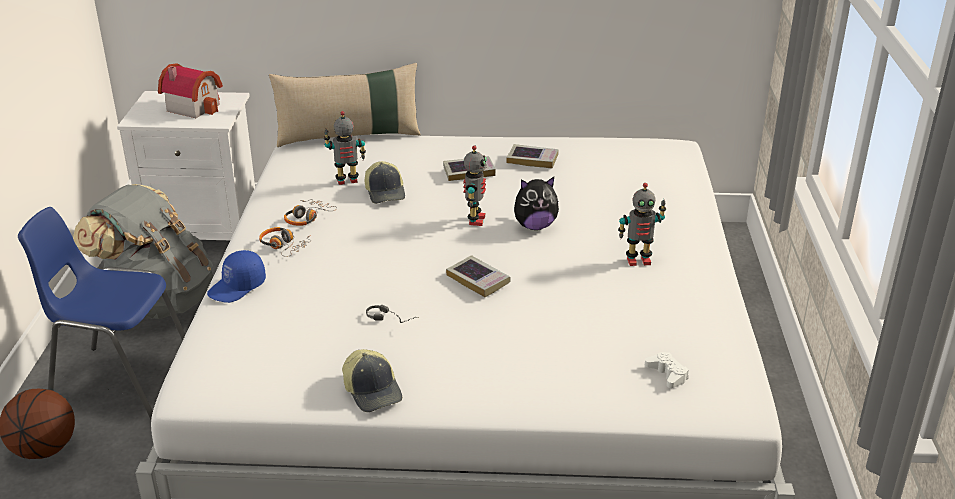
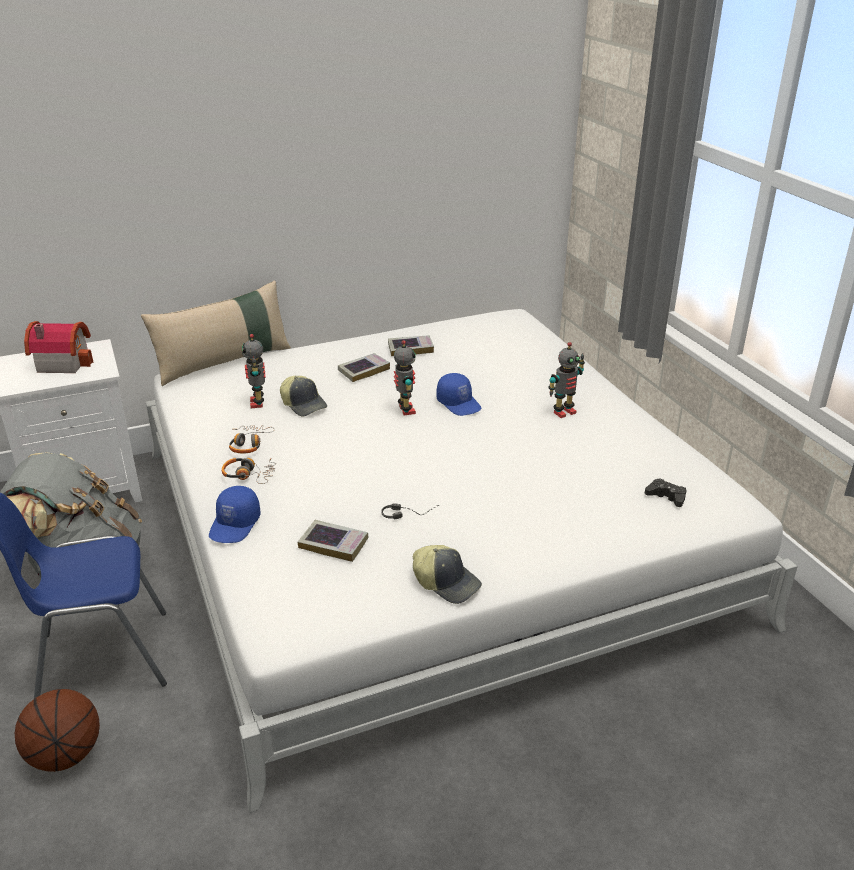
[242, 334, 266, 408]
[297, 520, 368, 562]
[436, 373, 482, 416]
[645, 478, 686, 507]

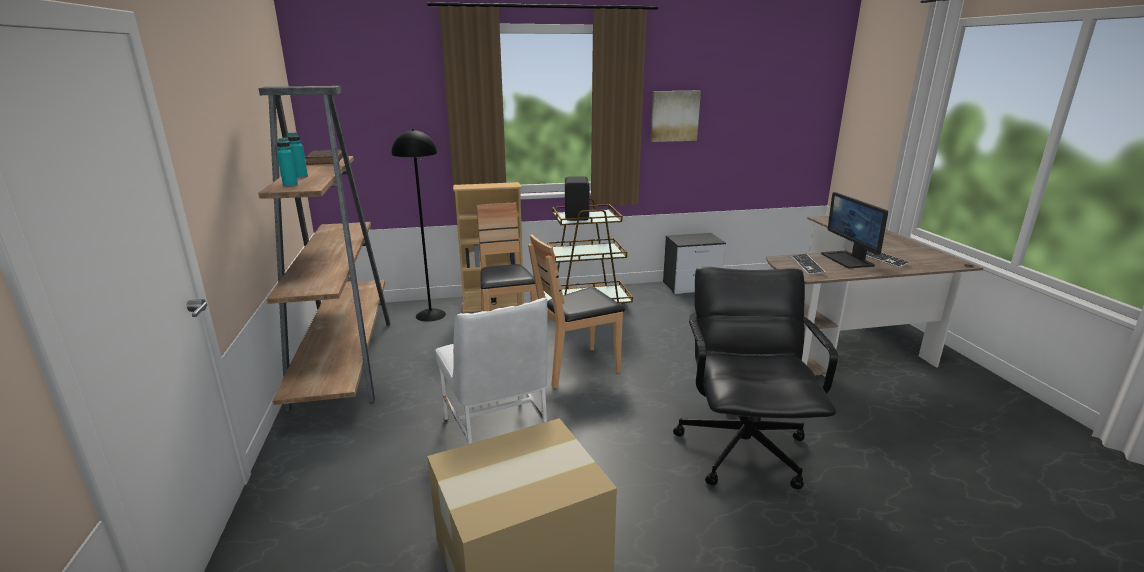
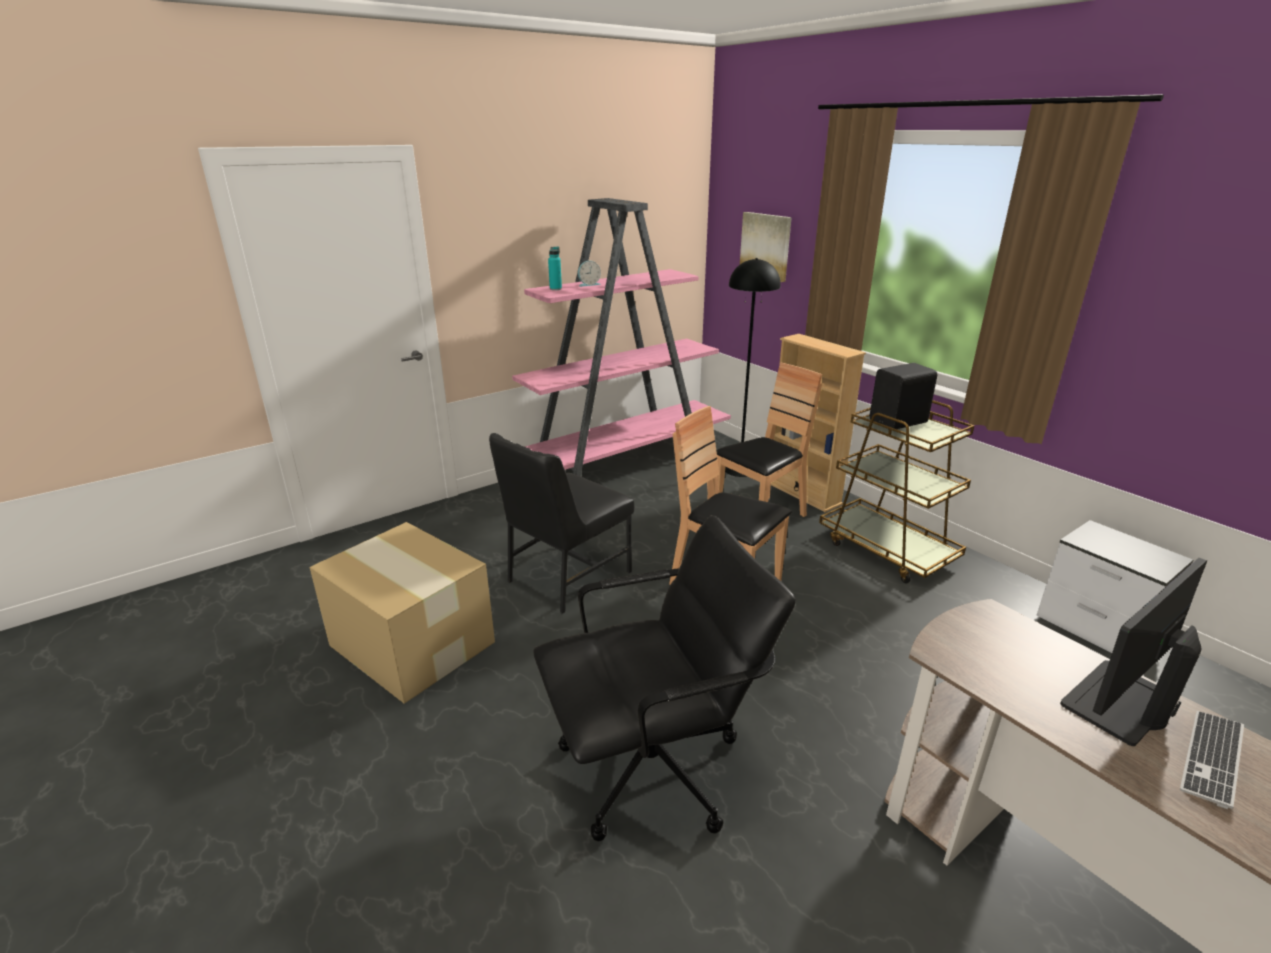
[512, 198, 731, 476]
[578, 261, 601, 287]
[305, 150, 343, 165] (first image)
[489, 433, 634, 614]
[740, 212, 792, 282]
[791, 254, 826, 275] (first image)

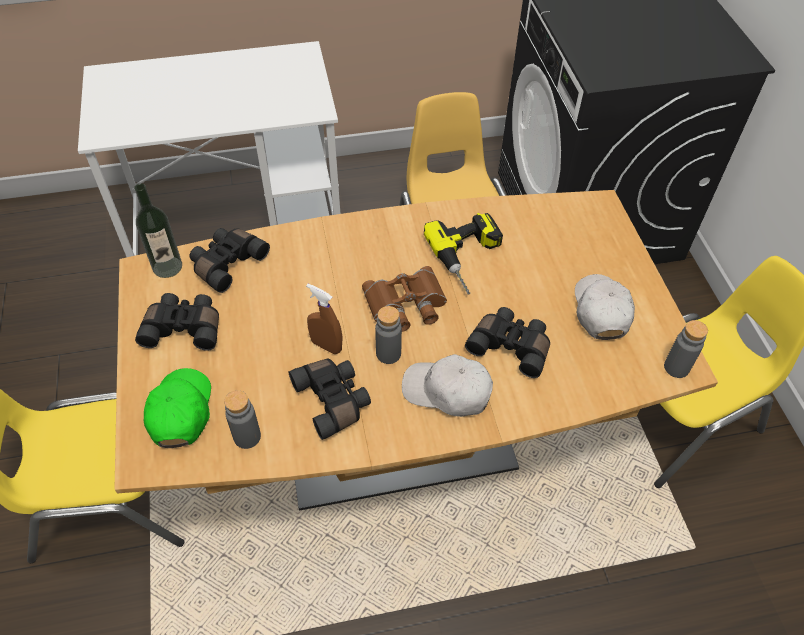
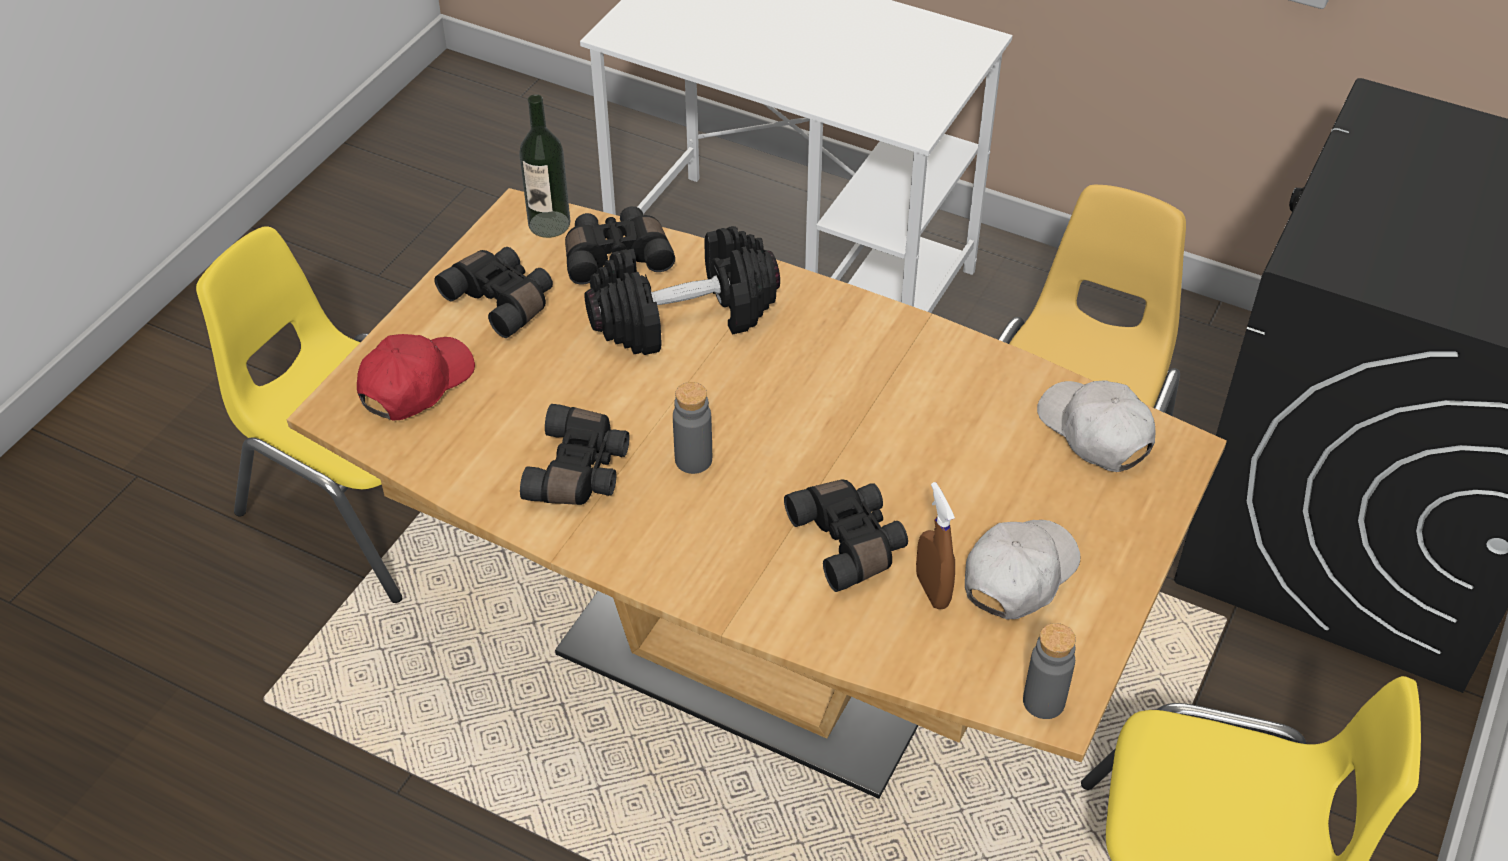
[357, 334, 475, 421]
[224, 390, 261, 449] (first image)
[916, 482, 955, 609]
[362, 266, 447, 332] (first image)
[1037, 380, 1156, 472]
[424, 213, 503, 294] (first image)
[584, 226, 780, 355]

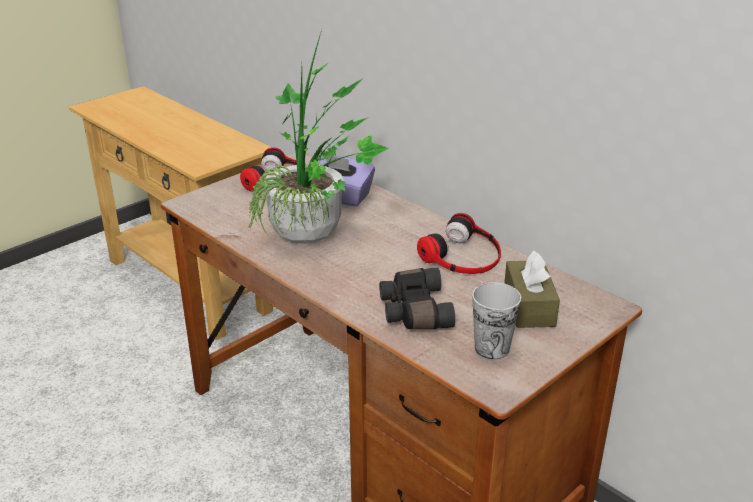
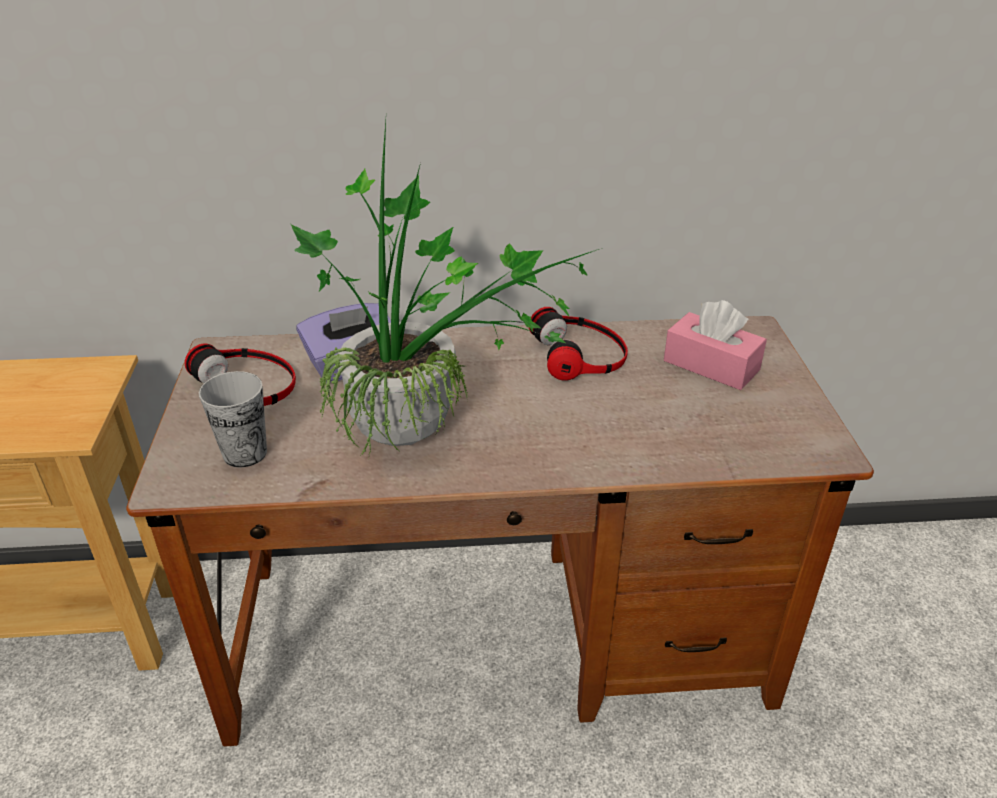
[379, 268, 455, 329] (first image)
[199, 371, 267, 468]
[664, 300, 767, 390]

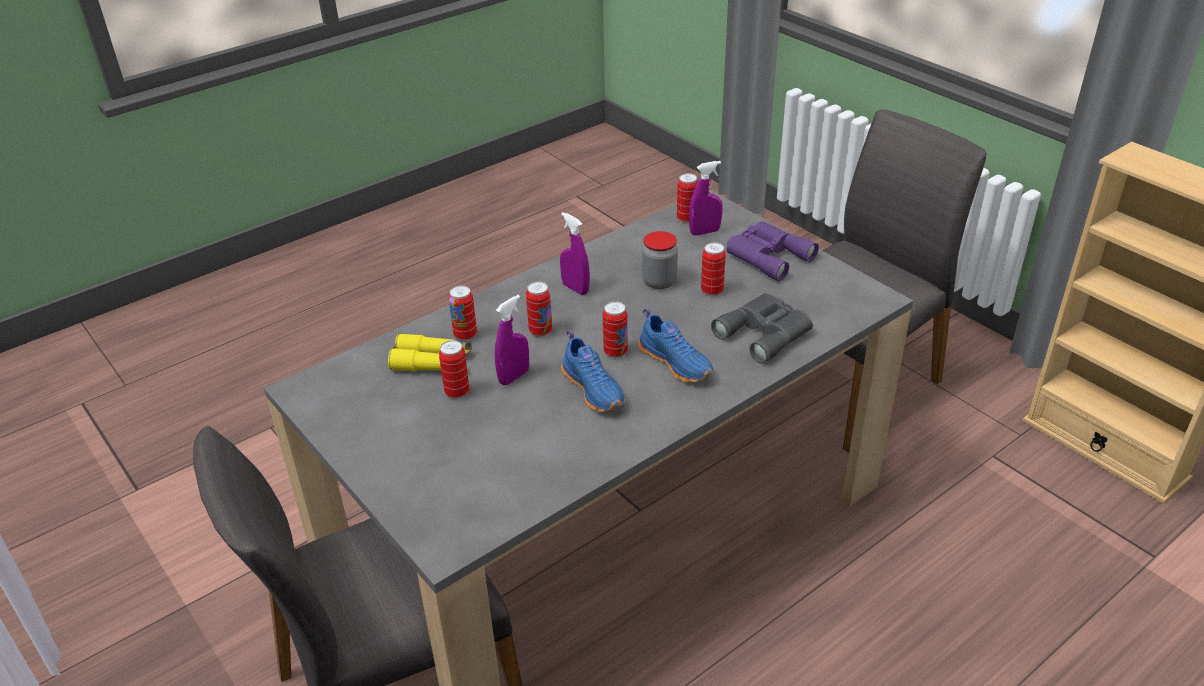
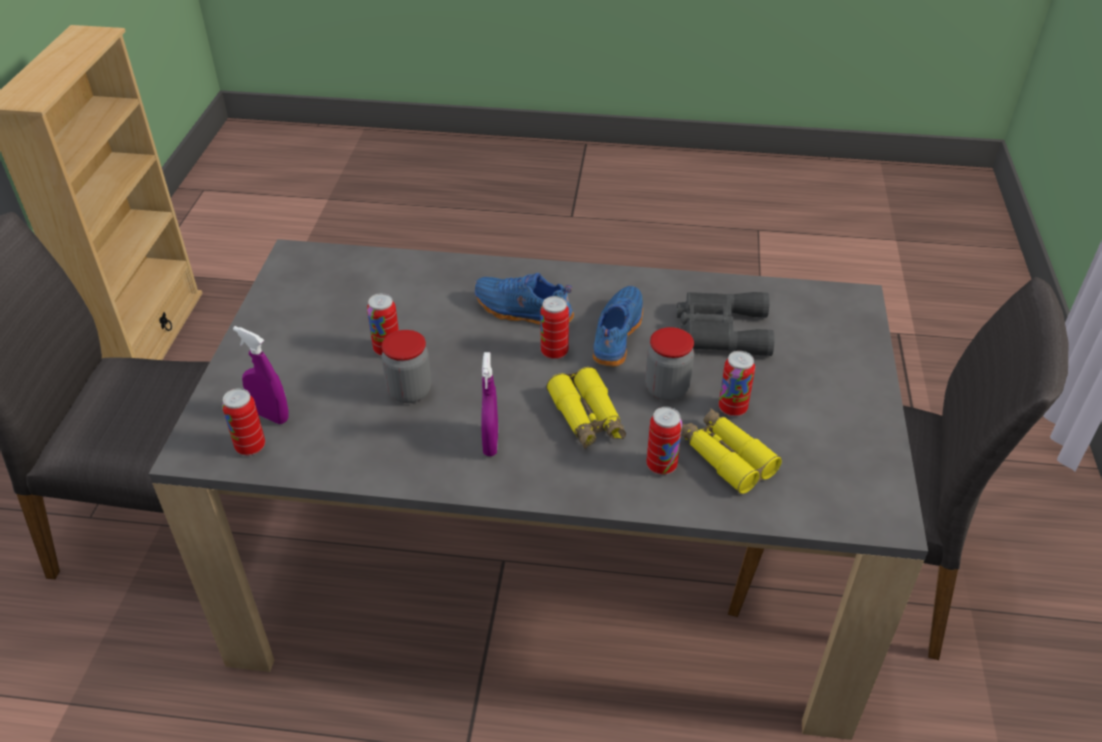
[645, 327, 694, 401]
[546, 367, 626, 449]
[474, 273, 574, 325]
[677, 292, 774, 356]
[726, 221, 819, 281] (first image)

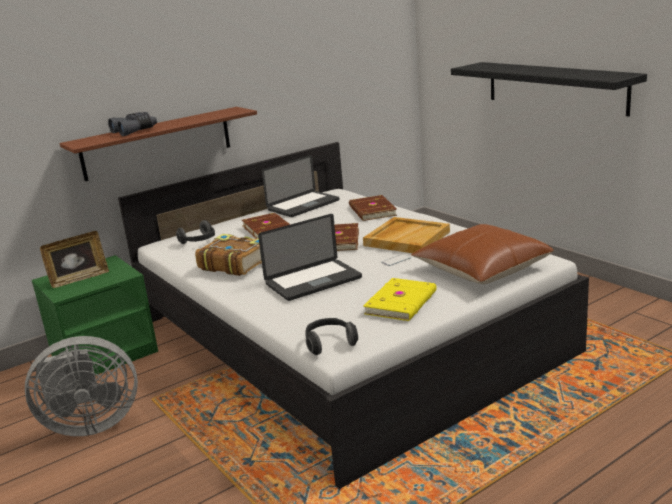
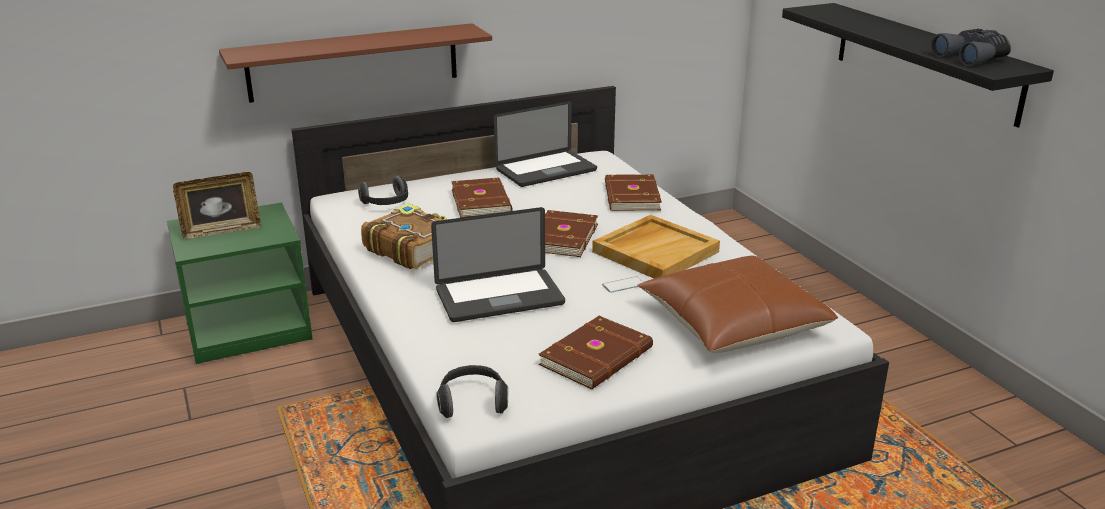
[25, 336, 138, 436] (first image)
[931, 29, 1011, 66]
[539, 316, 653, 389]

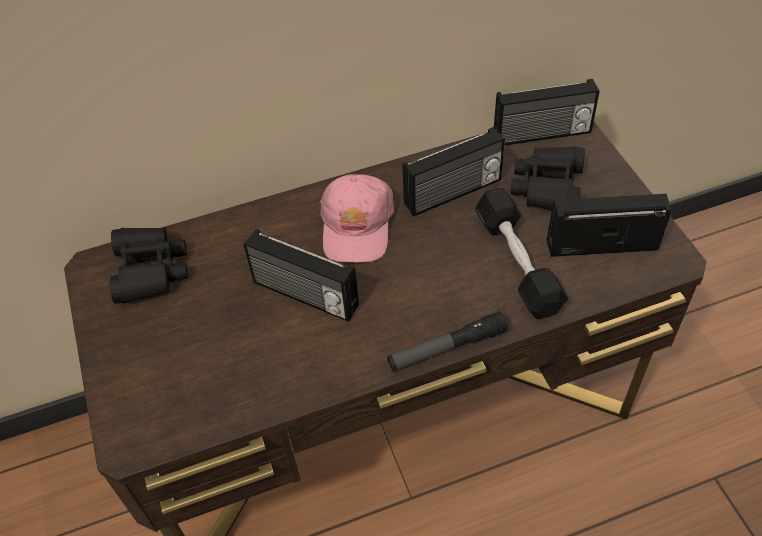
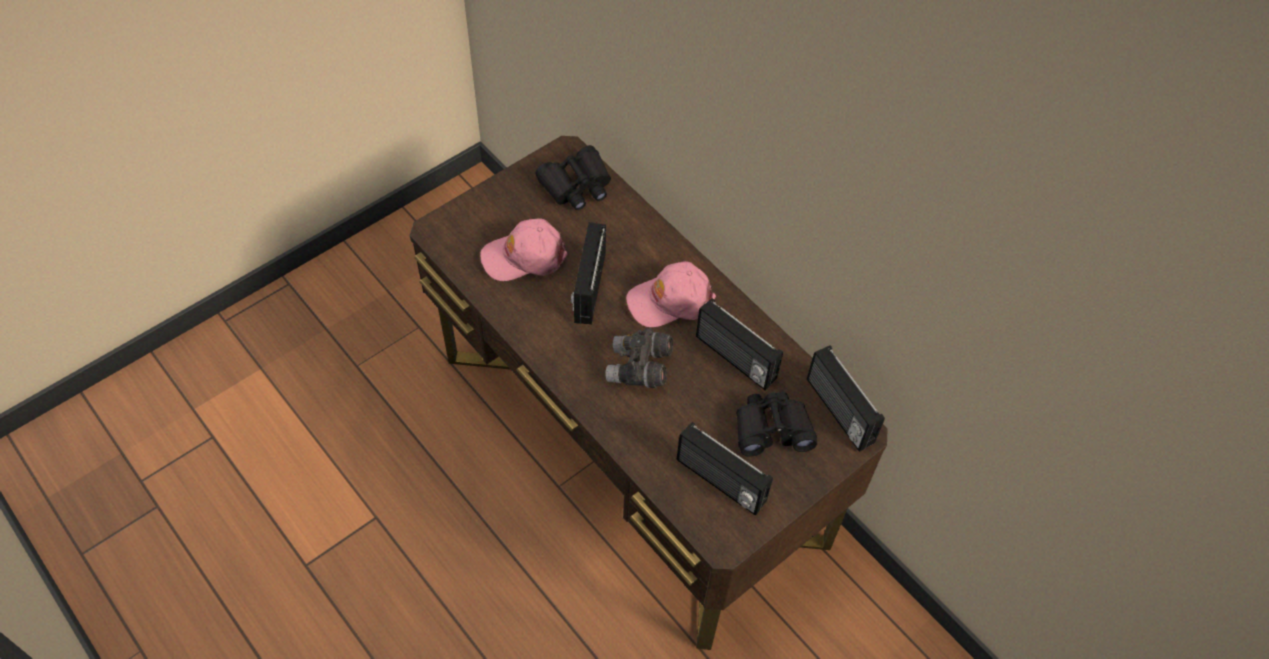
[387, 311, 508, 371] (first image)
[475, 188, 568, 319] (first image)
[677, 422, 773, 516]
[480, 218, 567, 281]
[605, 328, 673, 388]

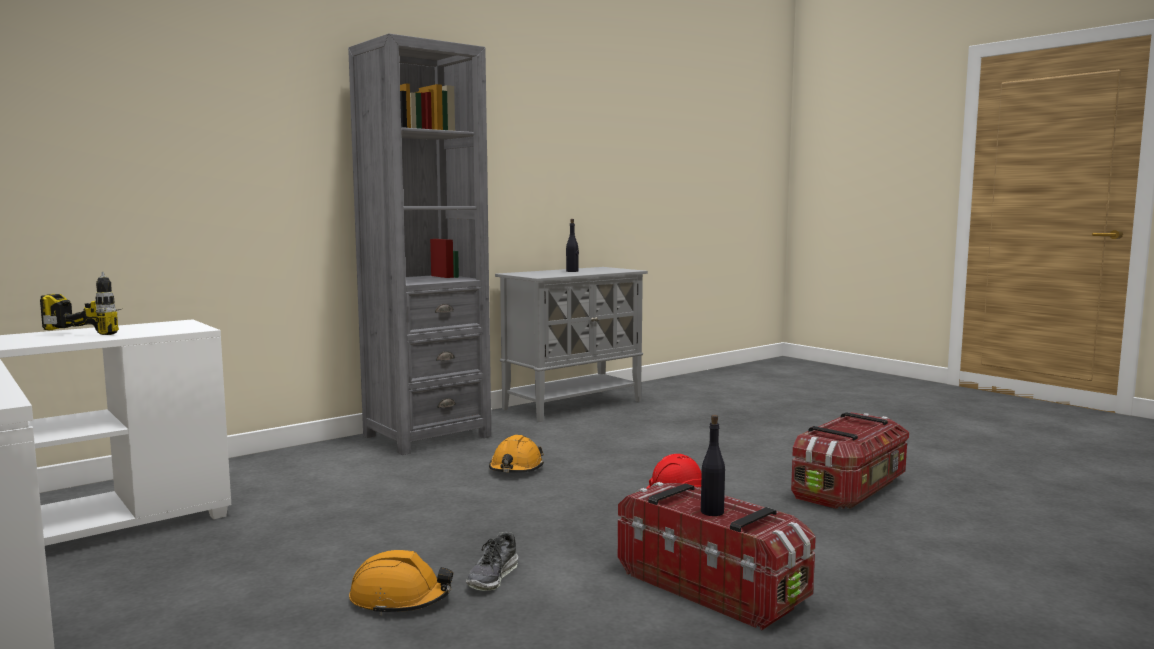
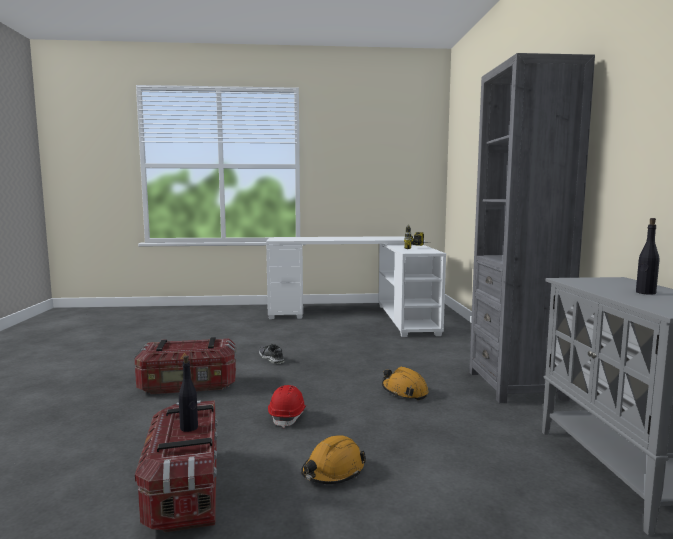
[301, 435, 366, 484]
[179, 355, 198, 432]

